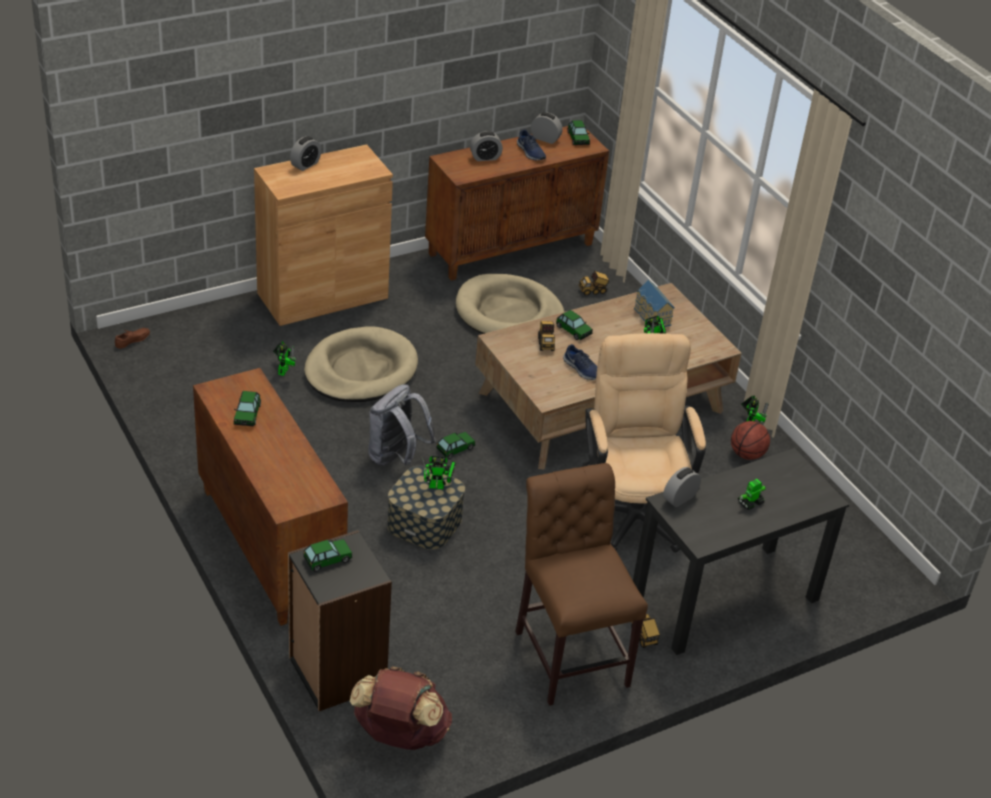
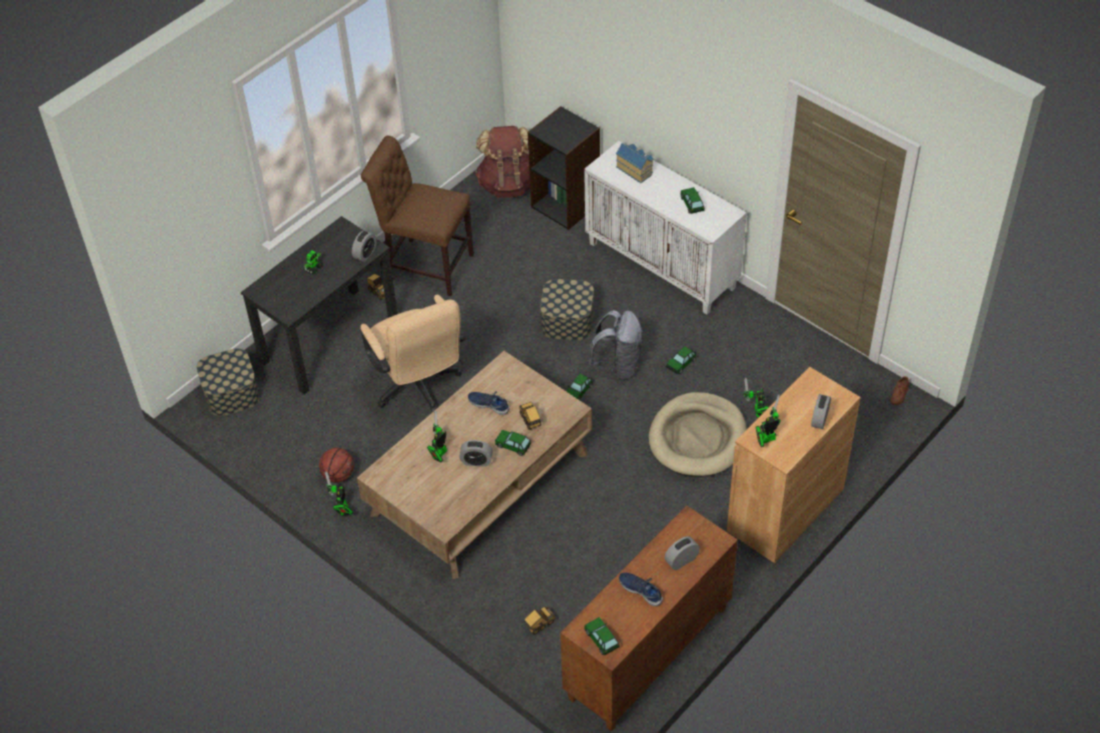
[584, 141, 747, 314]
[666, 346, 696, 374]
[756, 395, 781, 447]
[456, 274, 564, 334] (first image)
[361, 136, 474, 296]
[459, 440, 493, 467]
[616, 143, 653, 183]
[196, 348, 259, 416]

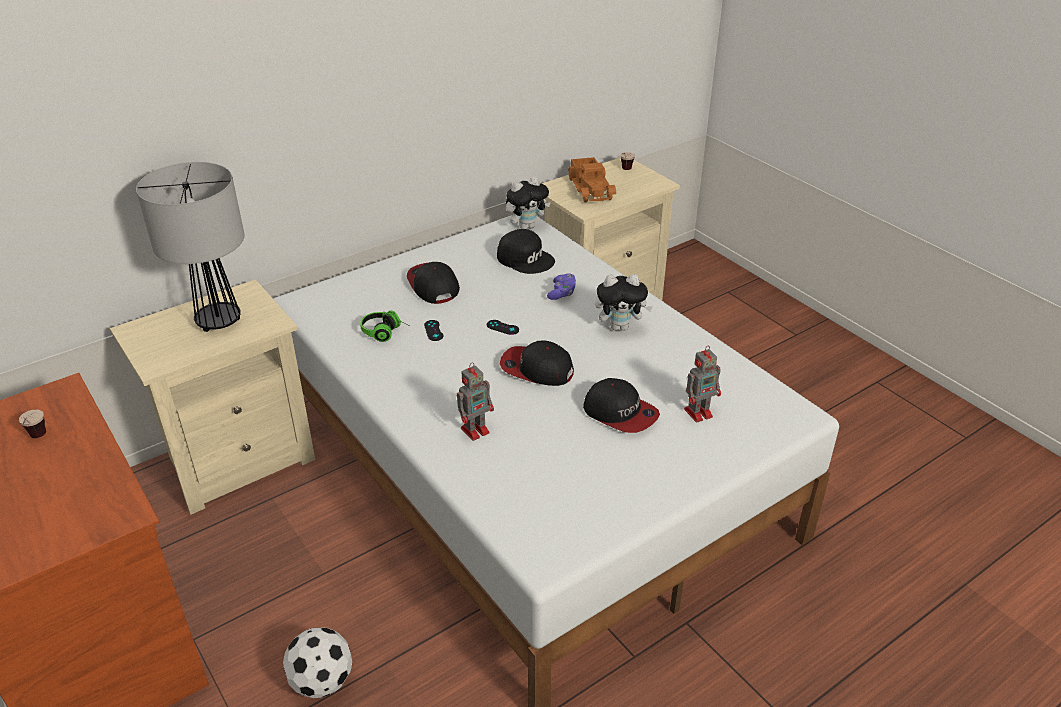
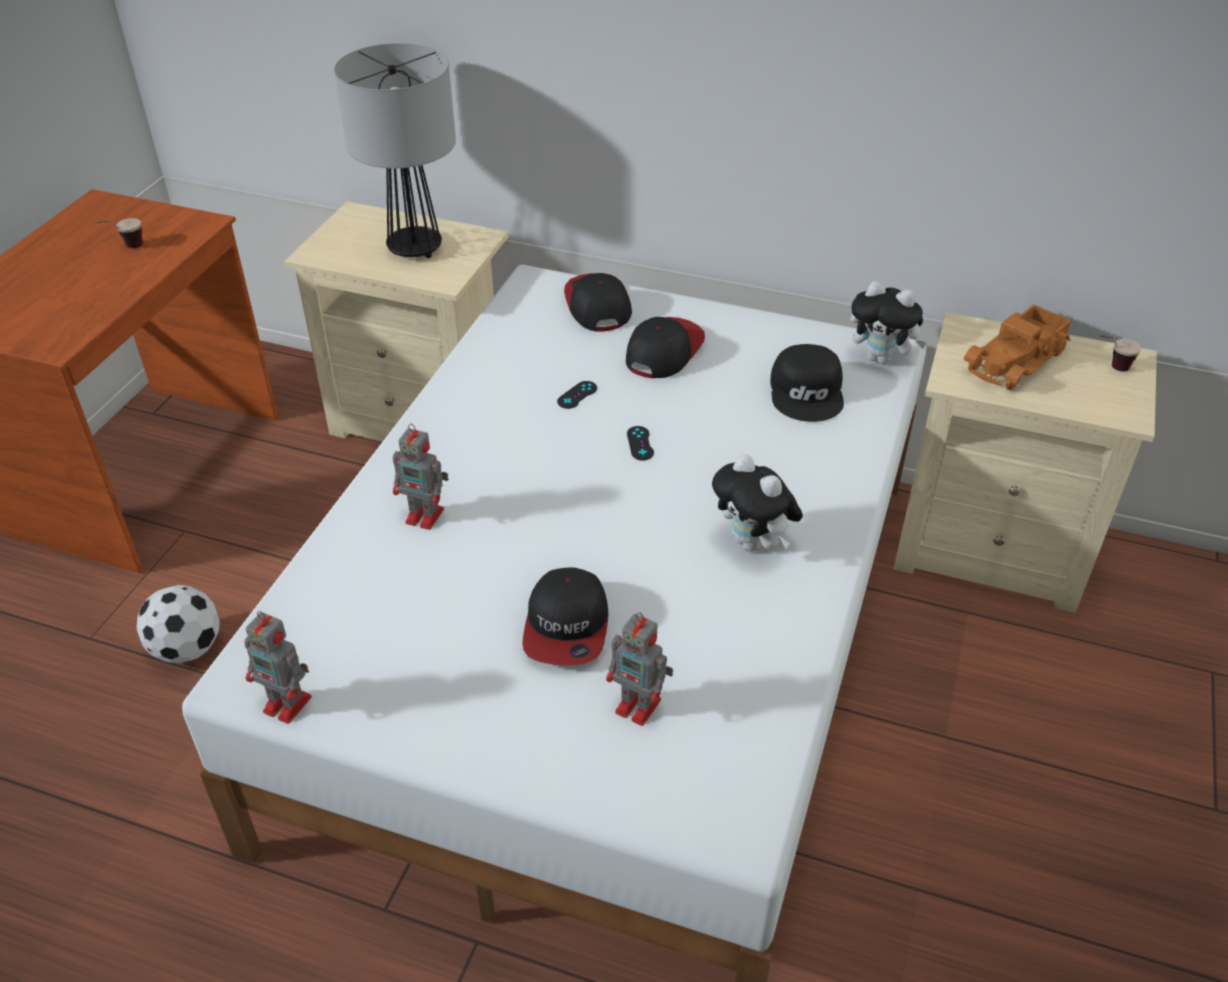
[360, 310, 410, 342] (first image)
[564, 273, 632, 332]
[547, 273, 576, 300] (first image)
[244, 611, 312, 724]

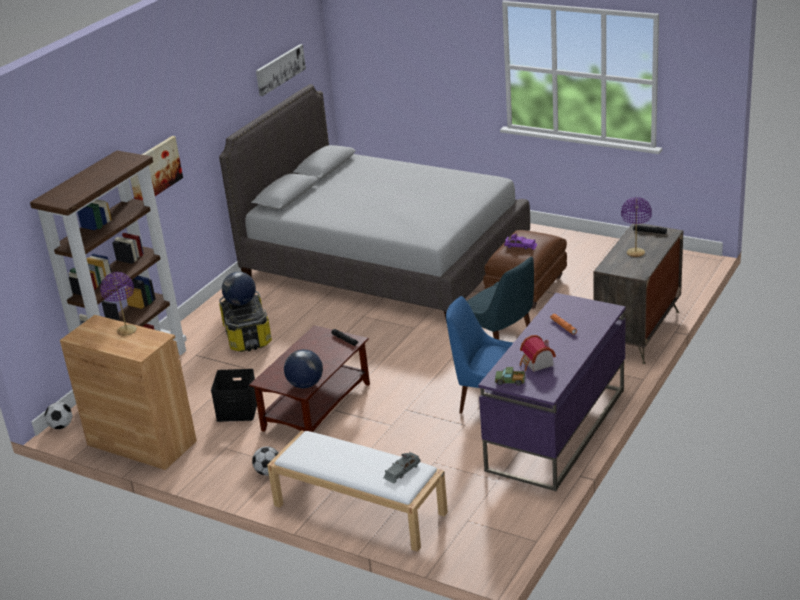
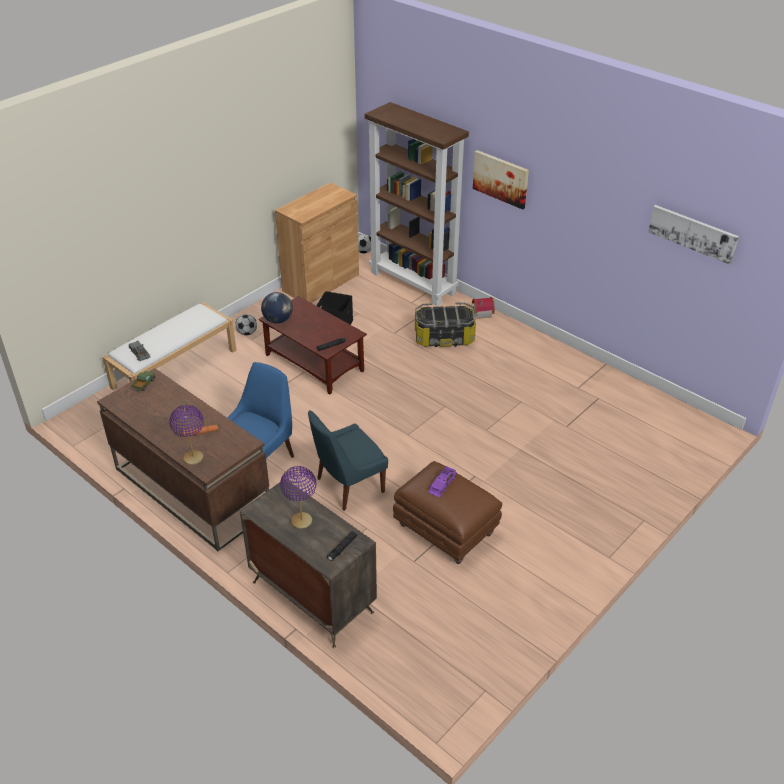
[169, 405, 204, 465]
[219, 84, 530, 318] (first image)
[222, 272, 256, 305] (first image)
[97, 368, 269, 551]
[472, 297, 495, 319]

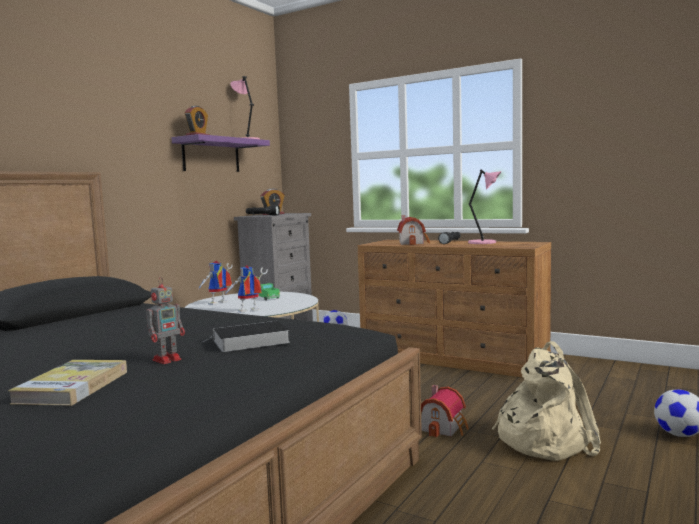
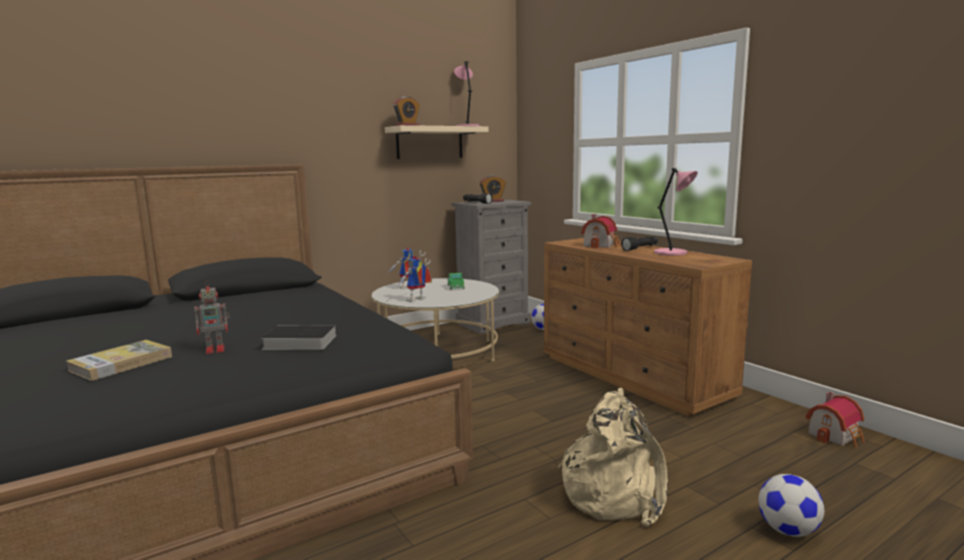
[385, 125, 489, 159]
[398, 256, 432, 302]
[805, 392, 864, 448]

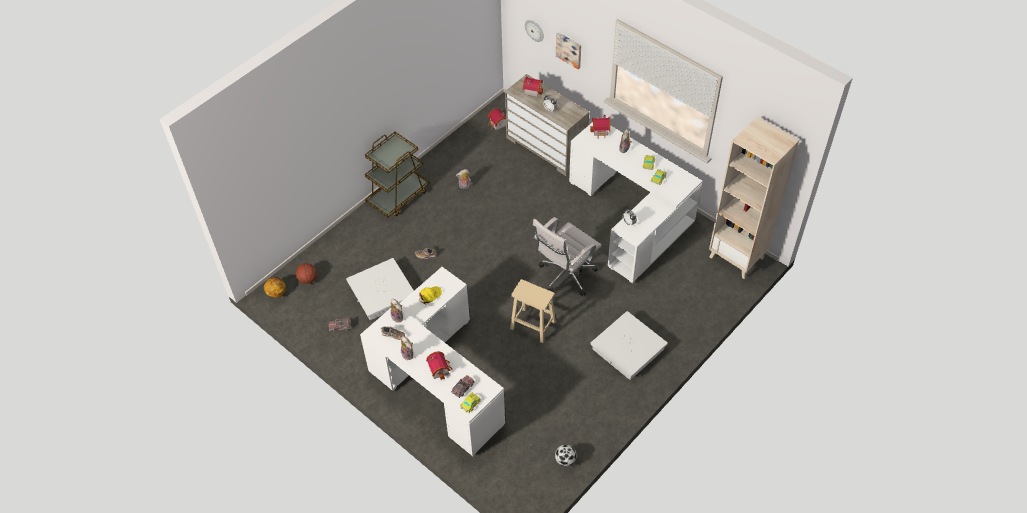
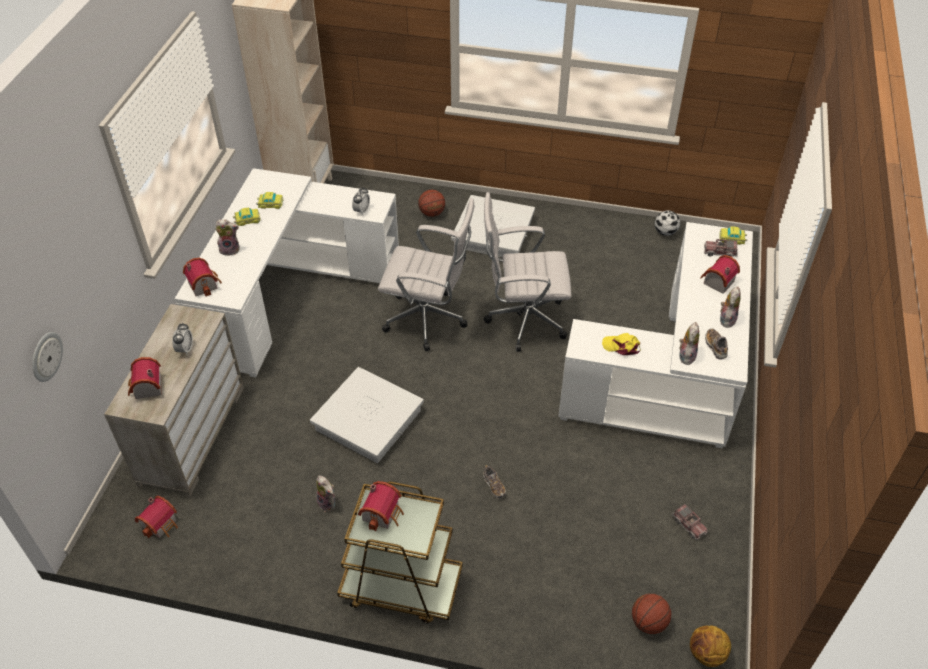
[310, 367, 424, 463]
[484, 192, 572, 352]
[556, 32, 581, 69] (first image)
[358, 481, 404, 532]
[418, 190, 445, 217]

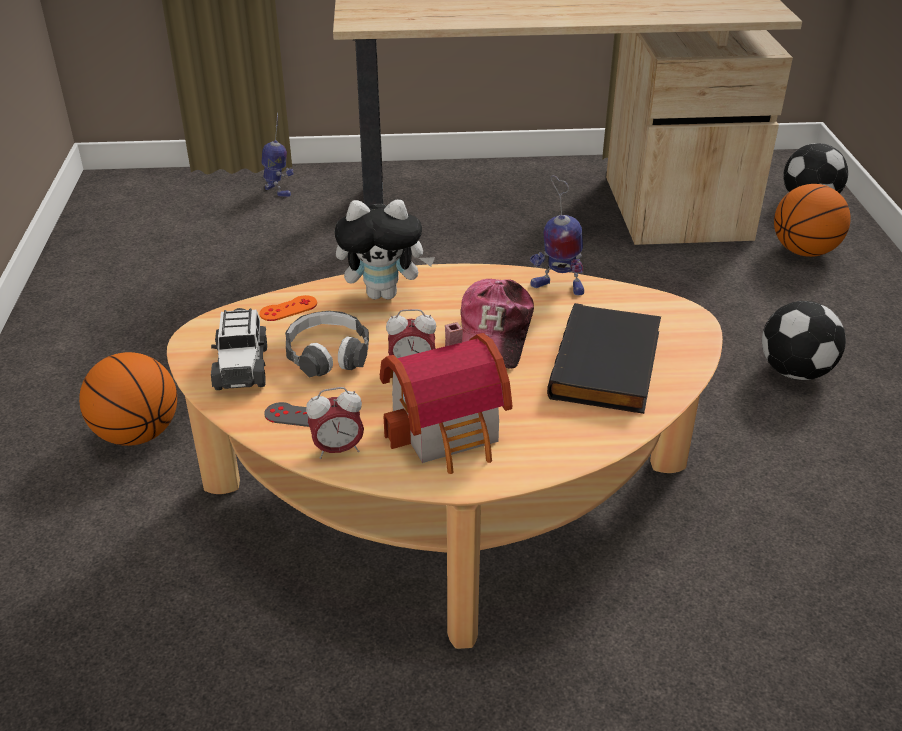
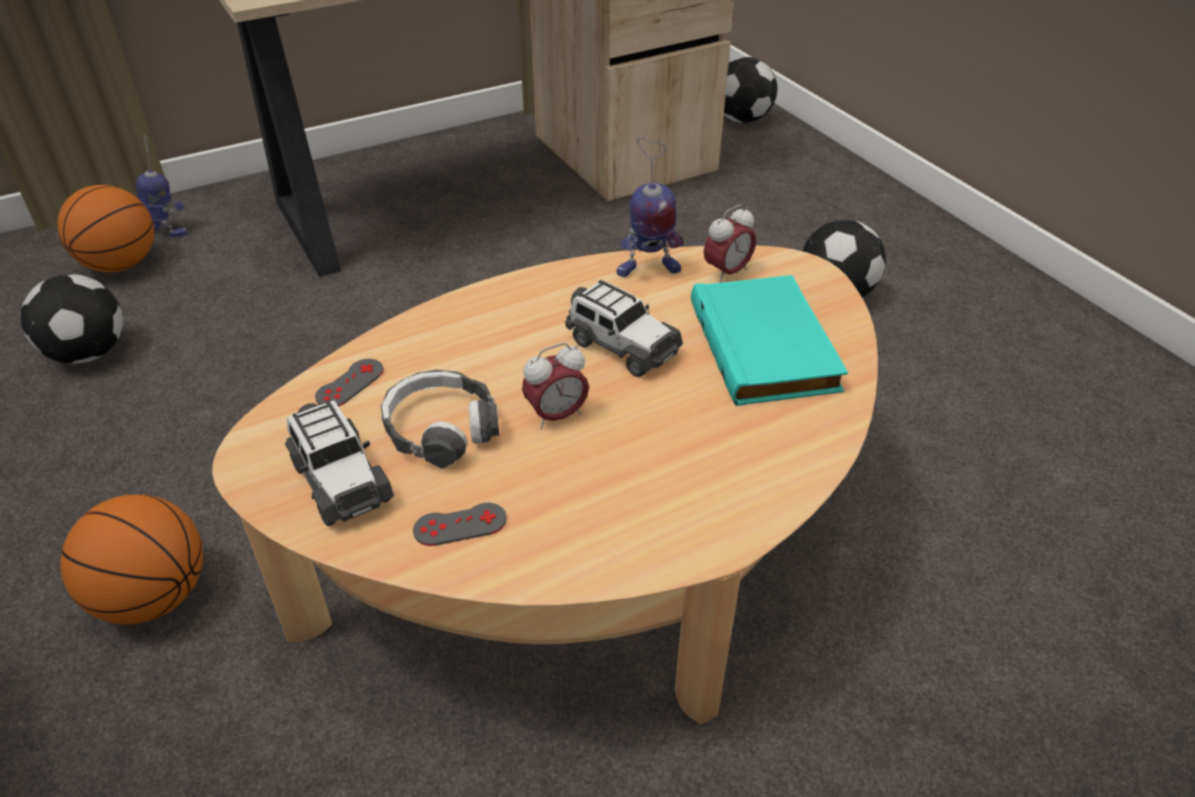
[315, 359, 384, 406]
[704, 204, 756, 283]
[335, 200, 435, 300] (first image)
[380, 322, 512, 474] (first image)
[565, 280, 683, 377]
[691, 275, 848, 406]
[57, 185, 154, 272]
[21, 274, 123, 364]

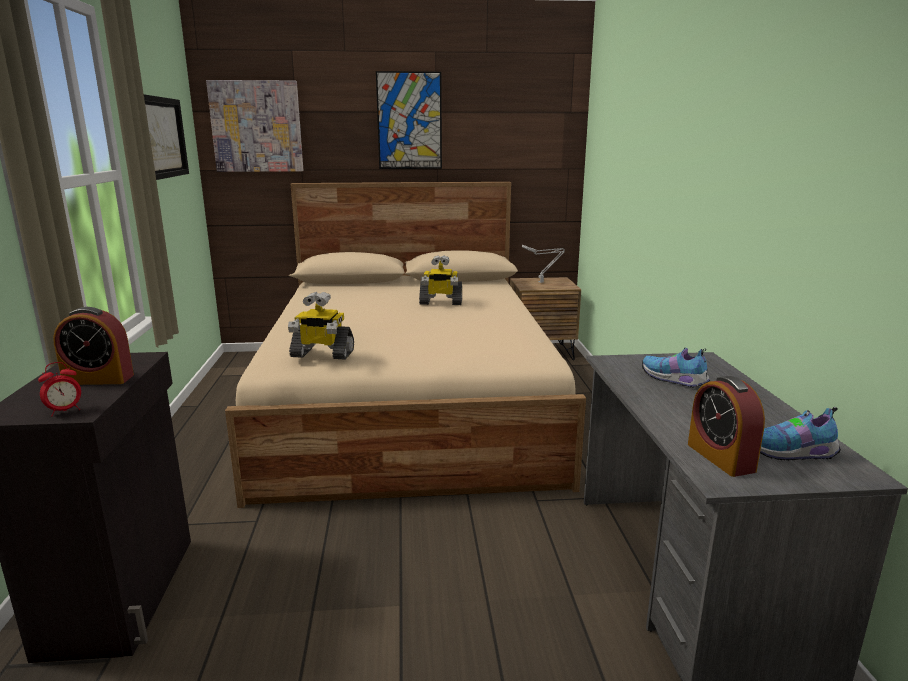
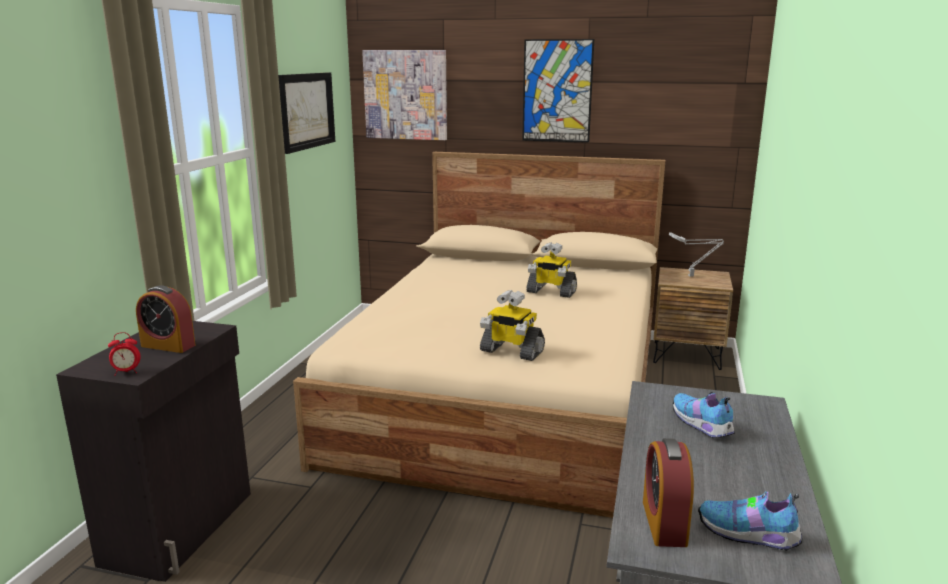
[480, 290, 545, 361]

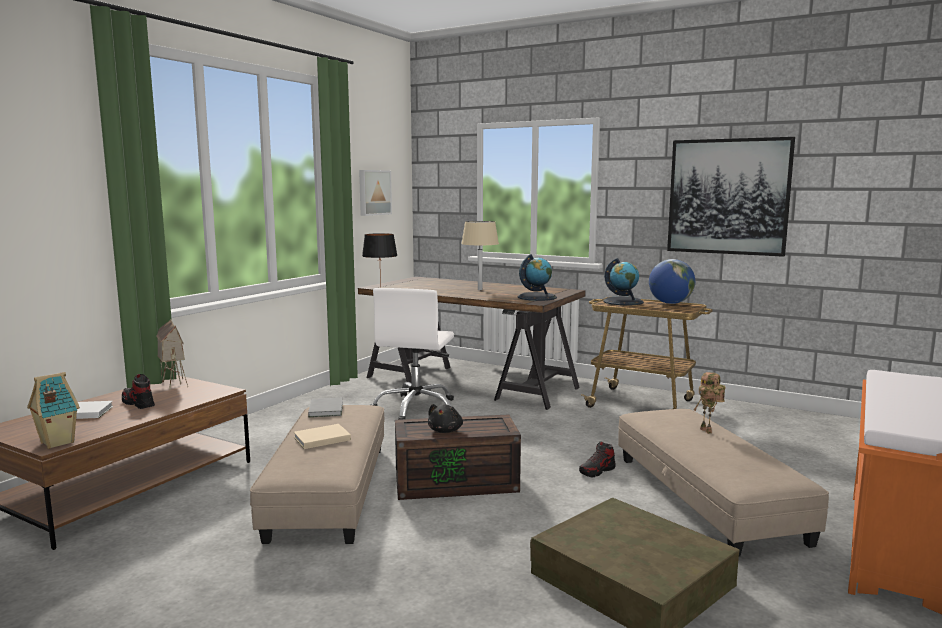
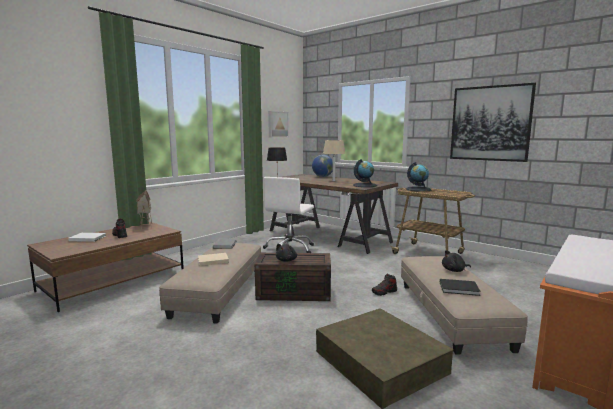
[27, 372, 80, 449] (first image)
[312, 155, 333, 177]
[442, 250, 471, 272]
[440, 279, 481, 296]

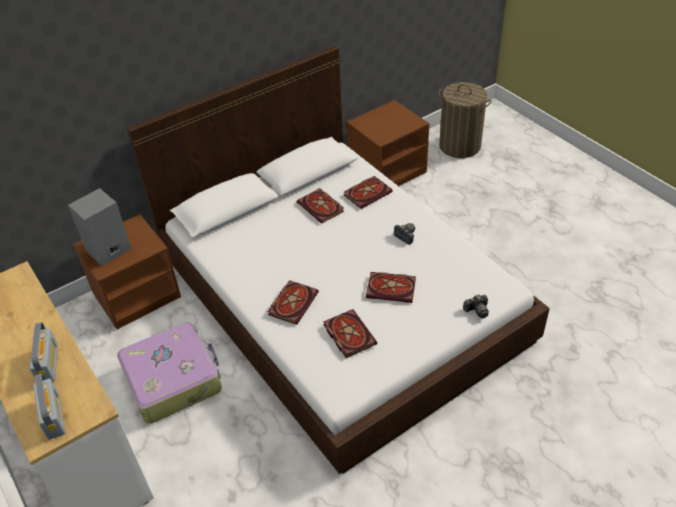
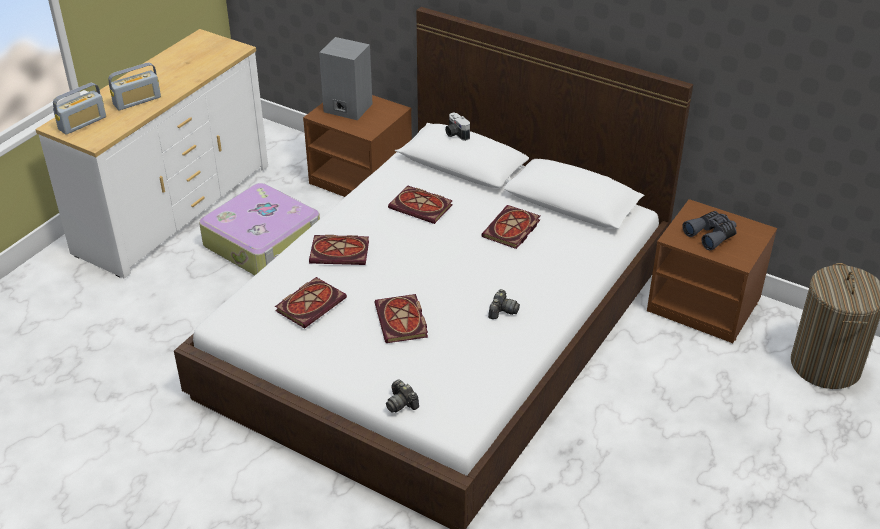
[388, 185, 453, 224]
[445, 112, 470, 141]
[682, 211, 737, 251]

